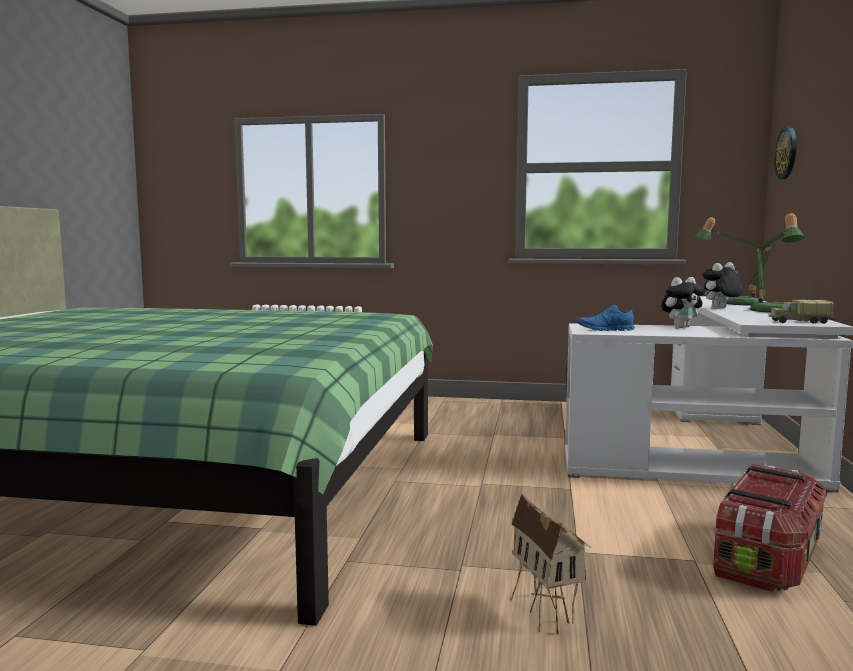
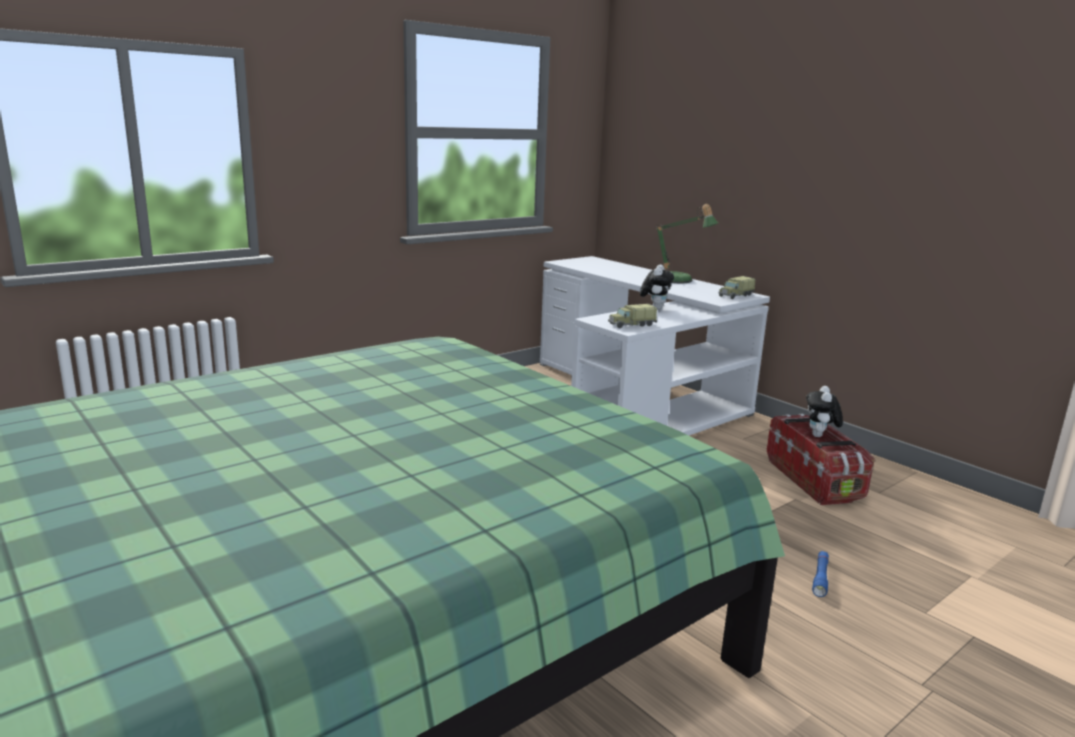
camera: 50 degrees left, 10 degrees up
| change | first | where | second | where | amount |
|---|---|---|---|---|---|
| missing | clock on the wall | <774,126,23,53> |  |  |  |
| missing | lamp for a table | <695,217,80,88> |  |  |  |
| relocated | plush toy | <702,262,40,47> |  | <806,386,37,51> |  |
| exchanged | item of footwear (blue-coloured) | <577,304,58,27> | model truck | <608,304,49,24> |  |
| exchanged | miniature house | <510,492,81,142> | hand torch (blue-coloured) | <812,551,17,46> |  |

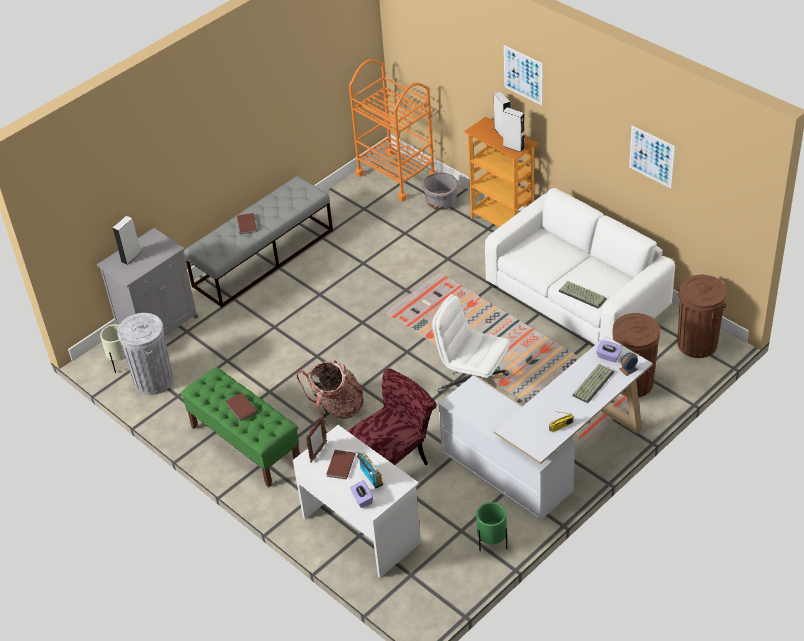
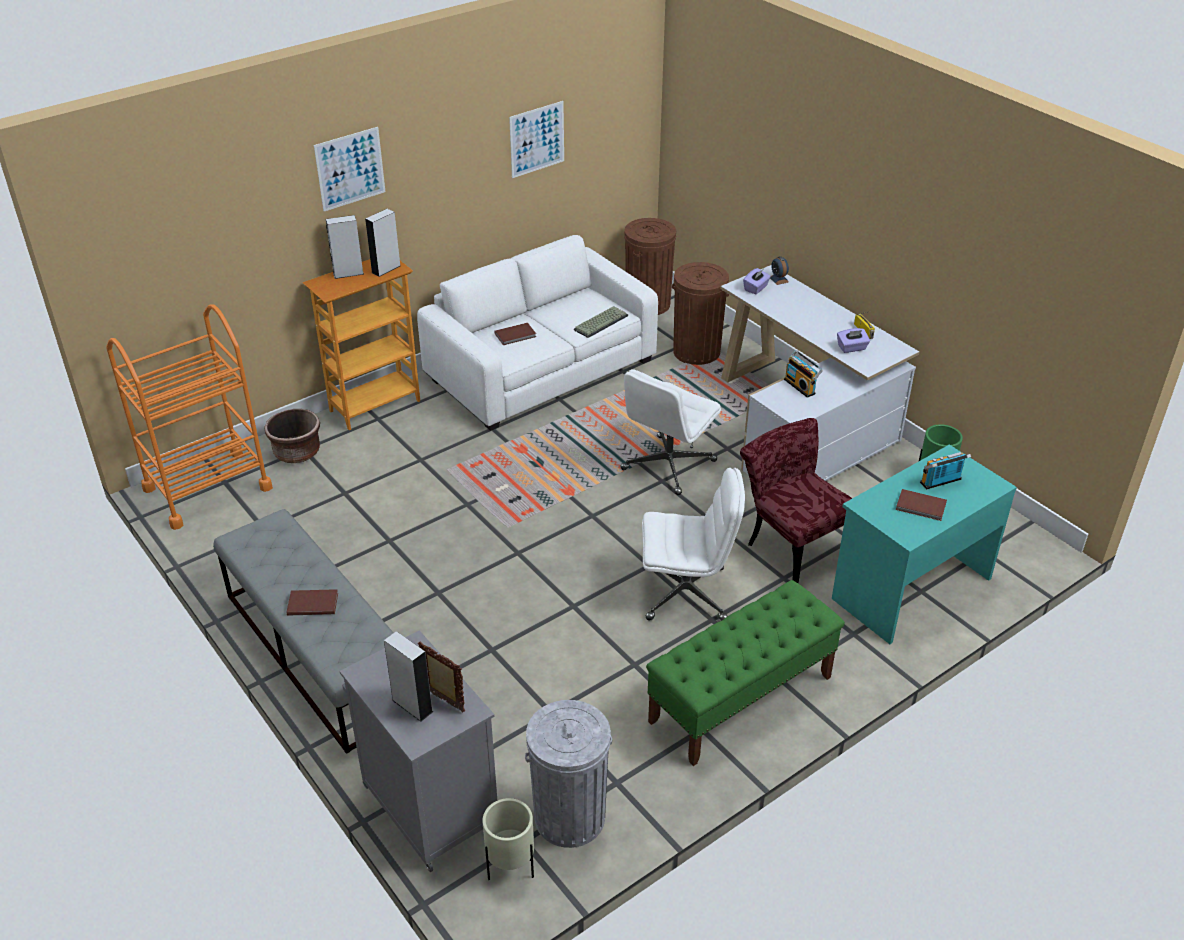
camera: 85 degrees left, 5 degrees down
| change | first | where | second | where | amount |
|---|---|---|---|---|---|
| colour | planter (gray) | <422,173,37,37> | planter (brown-coloured) | <264,409,56,54> |  |
| exchanged | rucksack | <297,360,67,66> | computer chair (white-coloured) | <642,468,103,153> |  |
| missing | PC keyboard | <572,364,42,39> |  |  |  |
| relocated | bound book (brown-coloured) | <226,393,32,28> |  | <494,323,42,22> |  |
| relocated | picture frame | <306,415,21,48> |  | <418,641,47,71> |  |
| colour | desk unit (white-coloured) | <292,425,129,153> | desk unit (turquoise) | <832,445,185,199> |  |
| relocated | box of tissues (purple-coloured) | <350,480,23,28> |  | <837,328,33,25> |  |
| appeared |  |  | radio set | <784,350,39,48> |  |

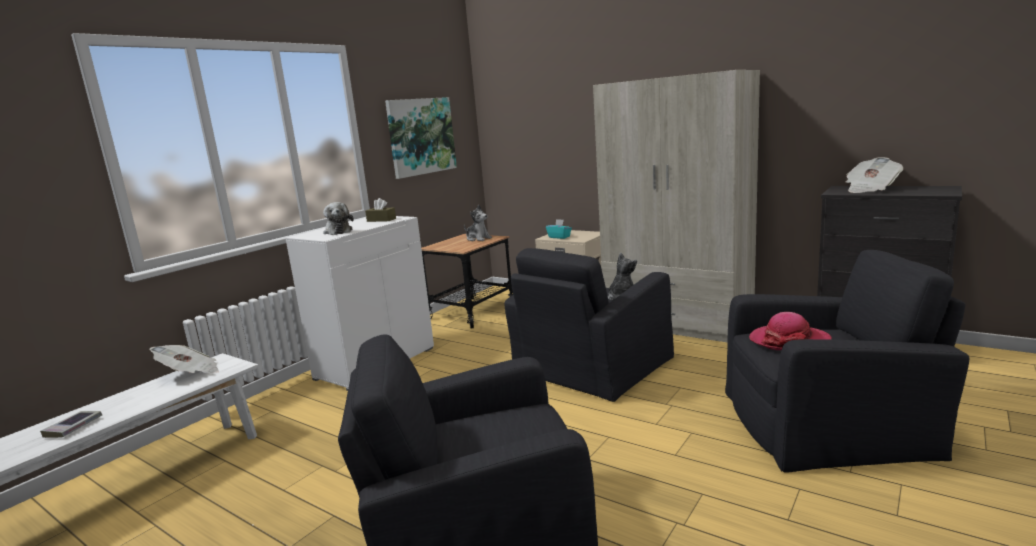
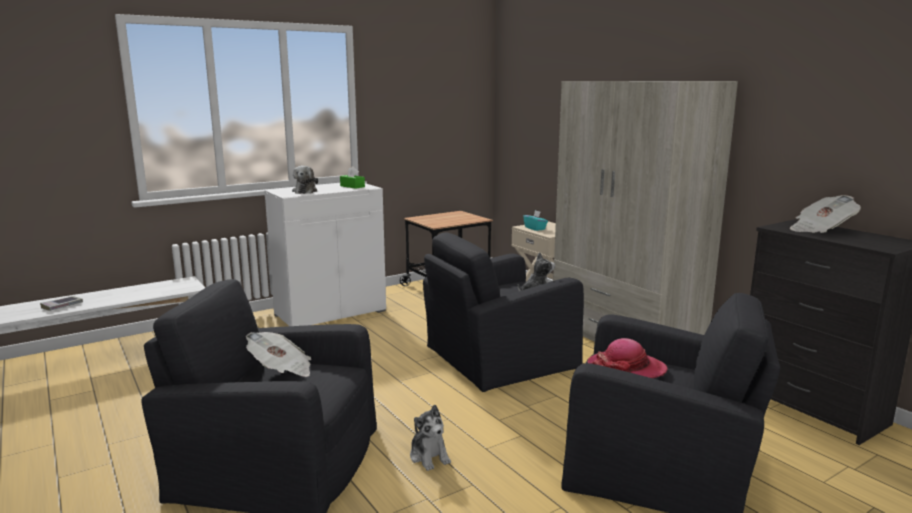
camera: 20 degrees right, 0 degrees up
| change | first | where | second | where | amount |
|---|---|---|---|---|---|
| missing | picture | <385,97,72,82> |  |  |  |
| colour | box of tissues (brown-coloured) | <365,198,31,24> | box of tissues (greenish) | <340,166,25,23> |  |
| relocated | plush toy | <464,205,28,36> |  | <410,405,41,66> |  |
| relocated | newspaper | <149,345,70,28> |  | <246,332,65,45> |  |

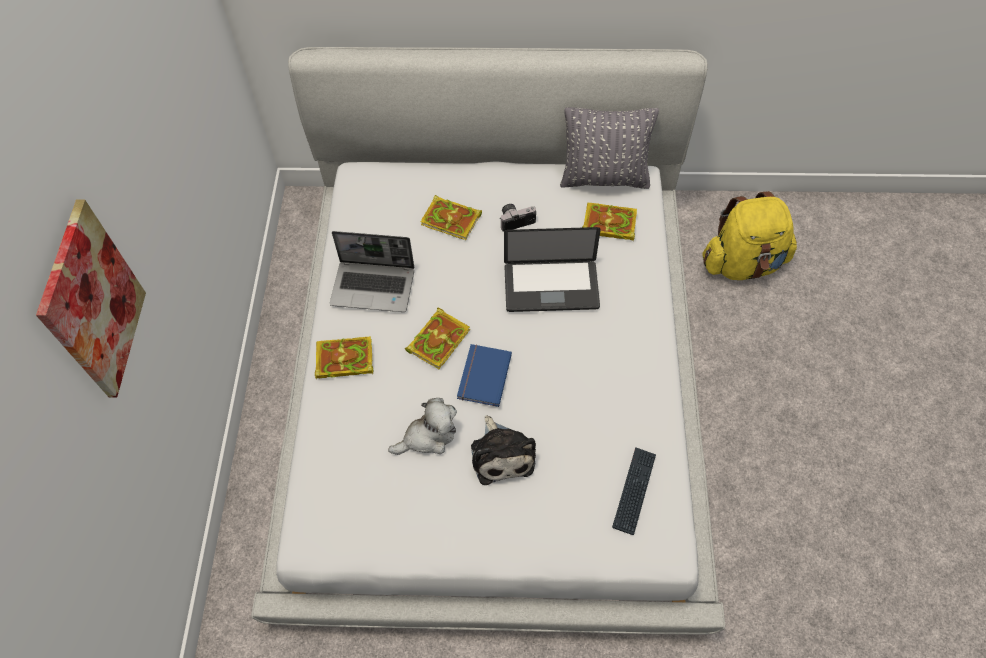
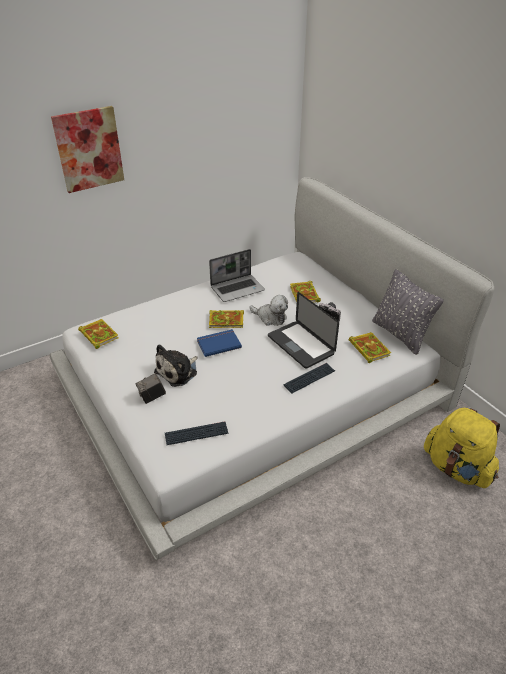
camera: 55 degrees right, 20 degrees down
| change | first | where | second | where | amount |
|---|---|---|---|---|---|
| spun | notebook computer | <330,231,85,81> |  | <209,249,56,53> | 90 degrees counterclockwise |
| relocated | bound book | <315,336,59,43> |  | <78,319,40,30> |  |
| relocated | plush toy | <388,398,69,57> |  | <249,295,39,31> |  |
| appeared |  |  | PC keyboard | <284,363,51,31> |  |
| appeared |  |  | photo camera | <136,373,30,31> |  |

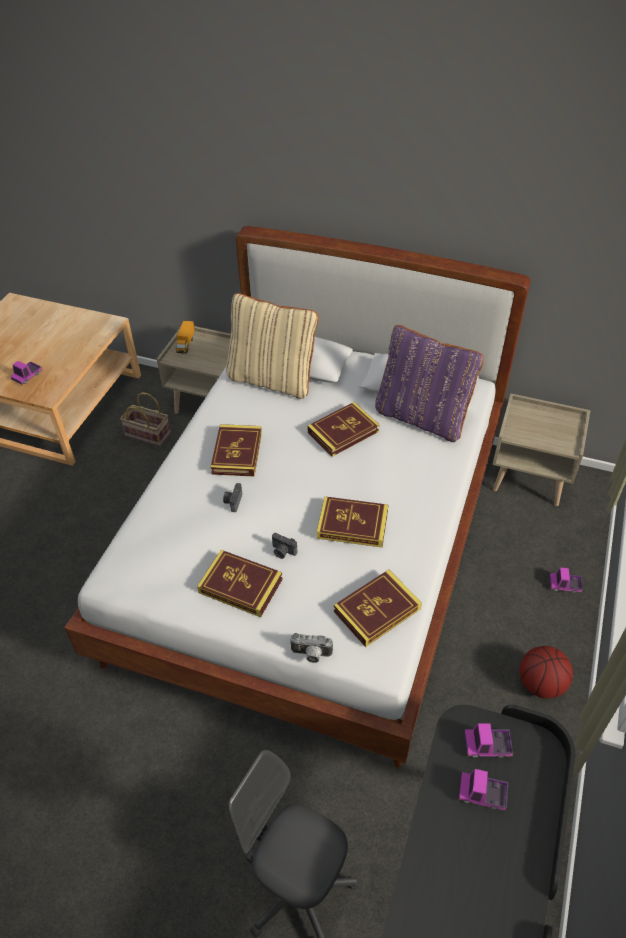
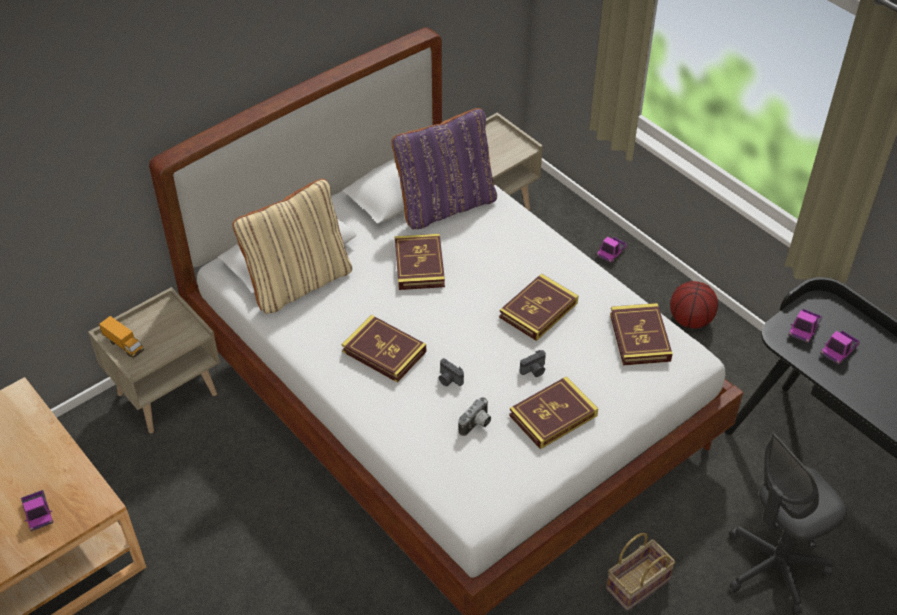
camera: 60 degrees left, 0 degrees up
| change | first | where | second | where | amount |
|---|---|---|---|---|---|
| relocated | basket | <120,392,51,54> |  | <606,533,70,78> |  |
| relocated | photo camera | <290,633,43,30> |  | <458,397,33,39> |  |

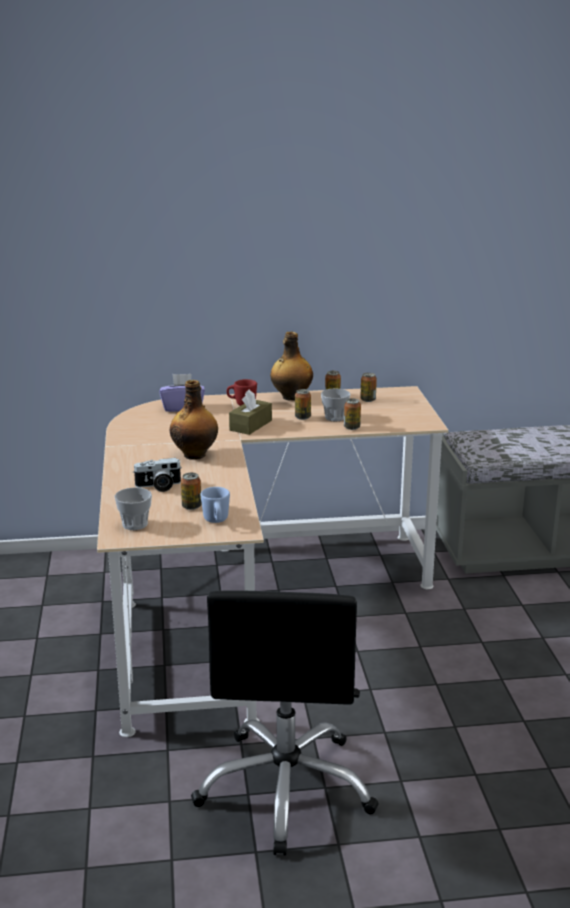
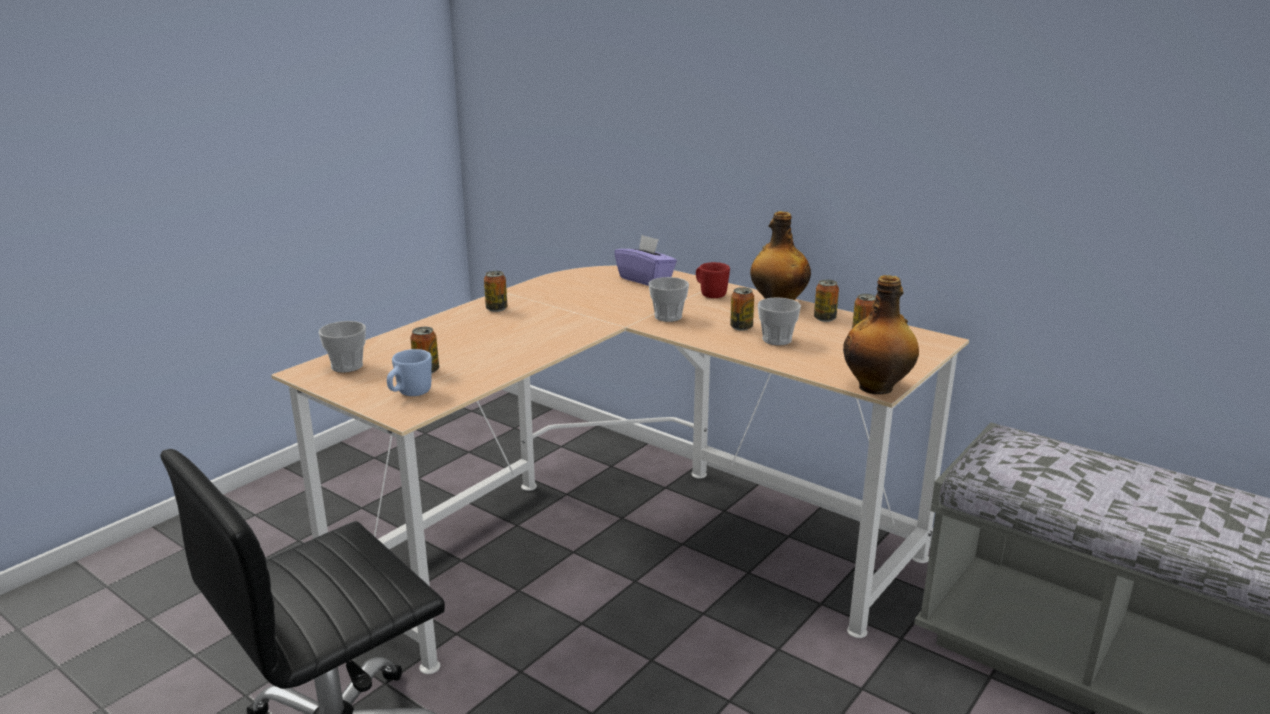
camera: 45 degrees right, 0 degrees up
| change | first | where | second | where | amount |
|---|---|---|---|---|---|
| relocated | bottle | <170,380,48,80> |  | <843,275,76,119> |  |
| exchanged | box of tissues (brown-coloured) | <229,389,43,46> | drinking cup | <649,277,40,45> |  |
| relocated | metal can | <344,398,17,32> |  | <484,271,23,41> |  |
| missing | photo camera | <133,458,49,34> |  |  |  |

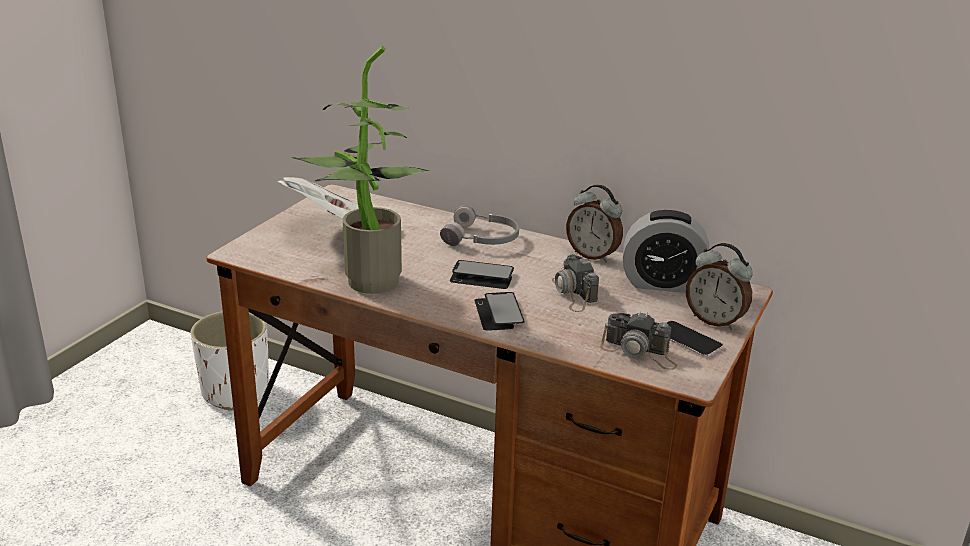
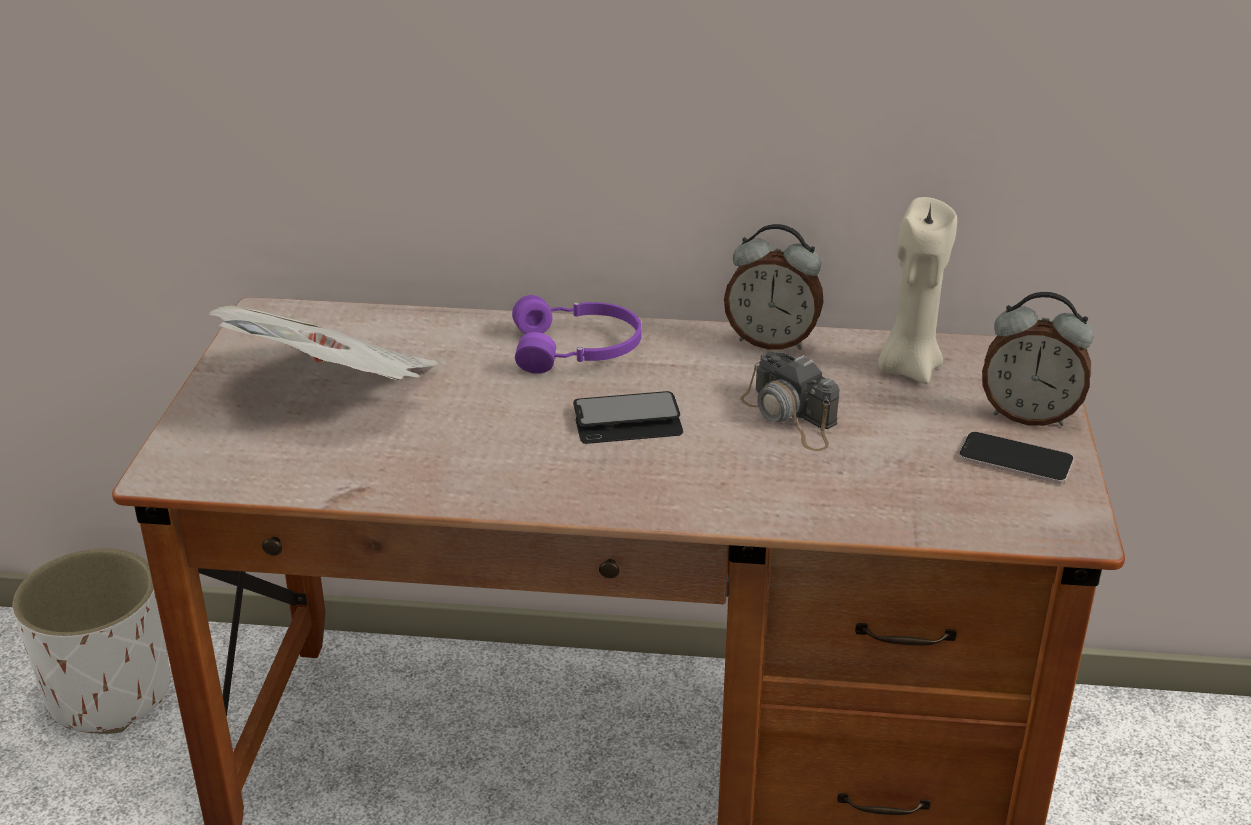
camera: 20 degrees left, 5 degrees up
| change | first | where | second | where | amount |
|---|---|---|---|---|---|
| missing | houseplant | <292,46,138,248> |  |  |  |
| colour | headphones (gray) | <440,205,79,41> | headphones (purple-coloured) | <512,295,130,79> |  |
| exchanged | bedside clock | <623,210,87,83> | candle (beige-coloured) | <878,197,79,187> |  |
| missing | telephone | <474,292,51,39> |  |  |  |
| missing | photo camera | <600,311,77,59> |  |  |  |

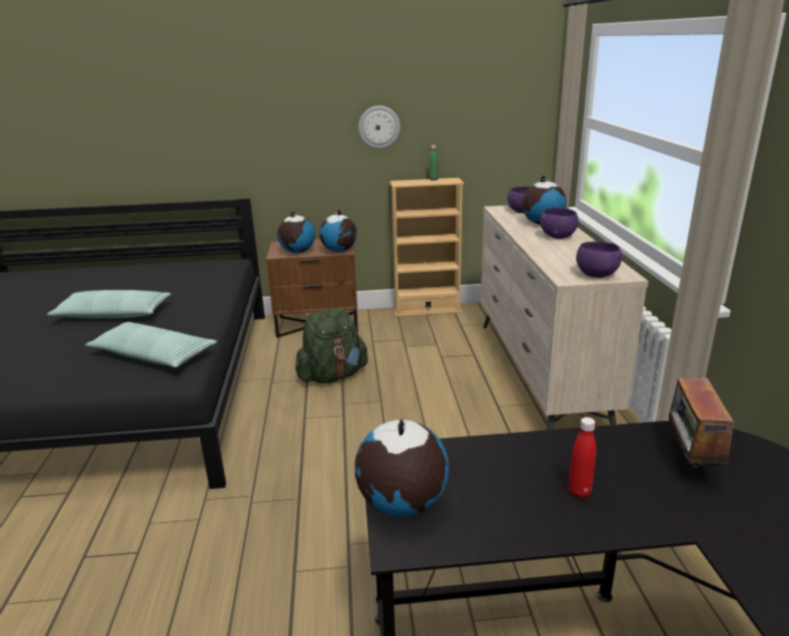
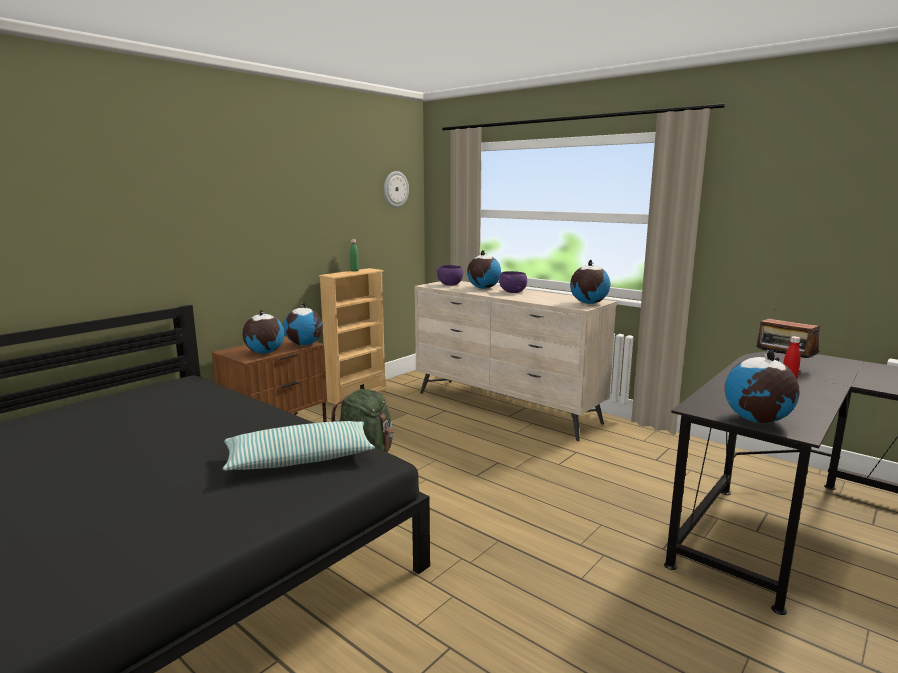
camera: 45 degrees left, 10 degrees down
| change | first | where | second | where | amount |
|---|---|---|---|---|---|
| relocated | clock on the wall | <358,106,42,43> |  | <384,171,25,36> |  |
| exchanged | deep dish (purple-coloured) | <576,241,46,37> | globe | <570,260,40,44> |  |
| missing | pillow | <47,290,124,29> |  |  |  |

